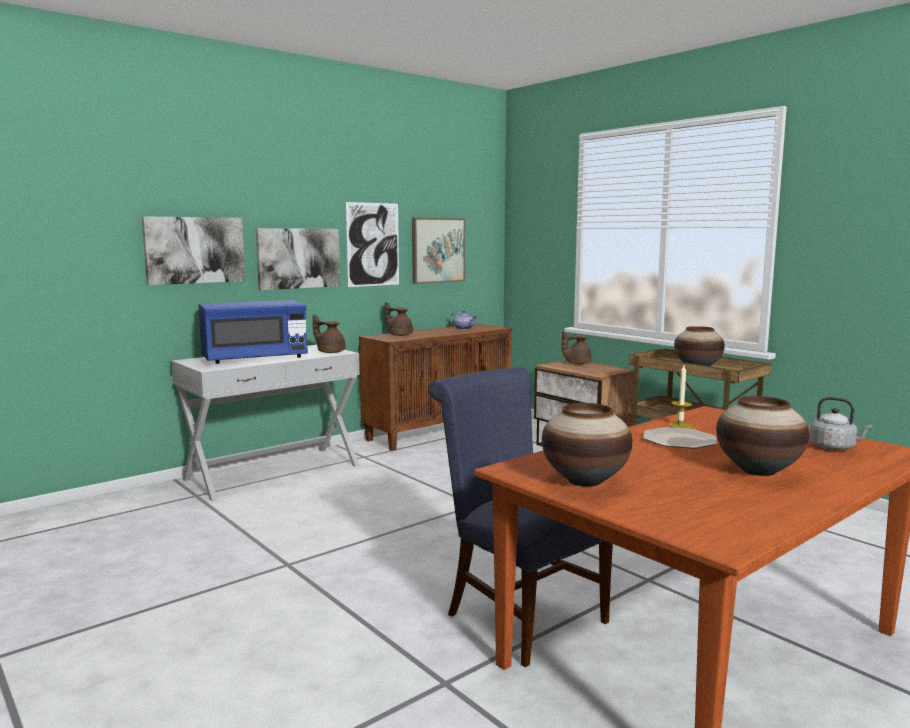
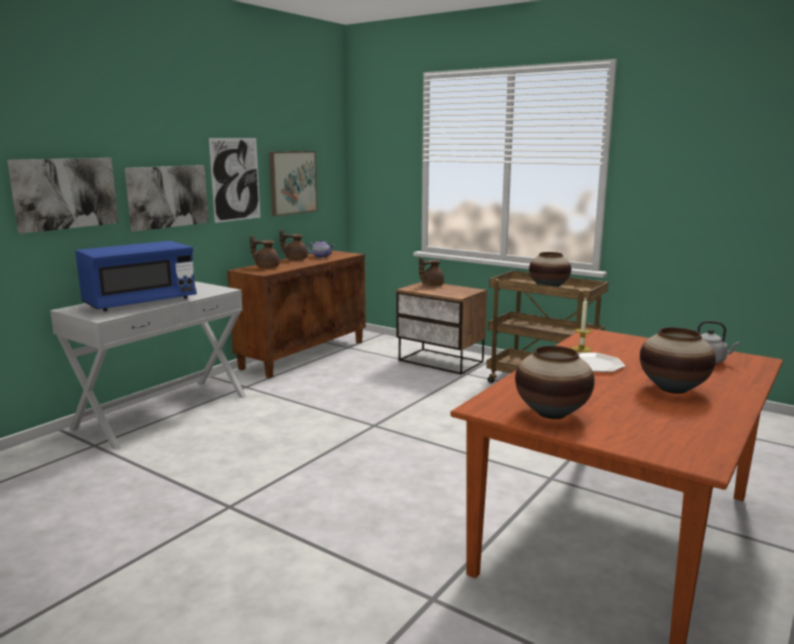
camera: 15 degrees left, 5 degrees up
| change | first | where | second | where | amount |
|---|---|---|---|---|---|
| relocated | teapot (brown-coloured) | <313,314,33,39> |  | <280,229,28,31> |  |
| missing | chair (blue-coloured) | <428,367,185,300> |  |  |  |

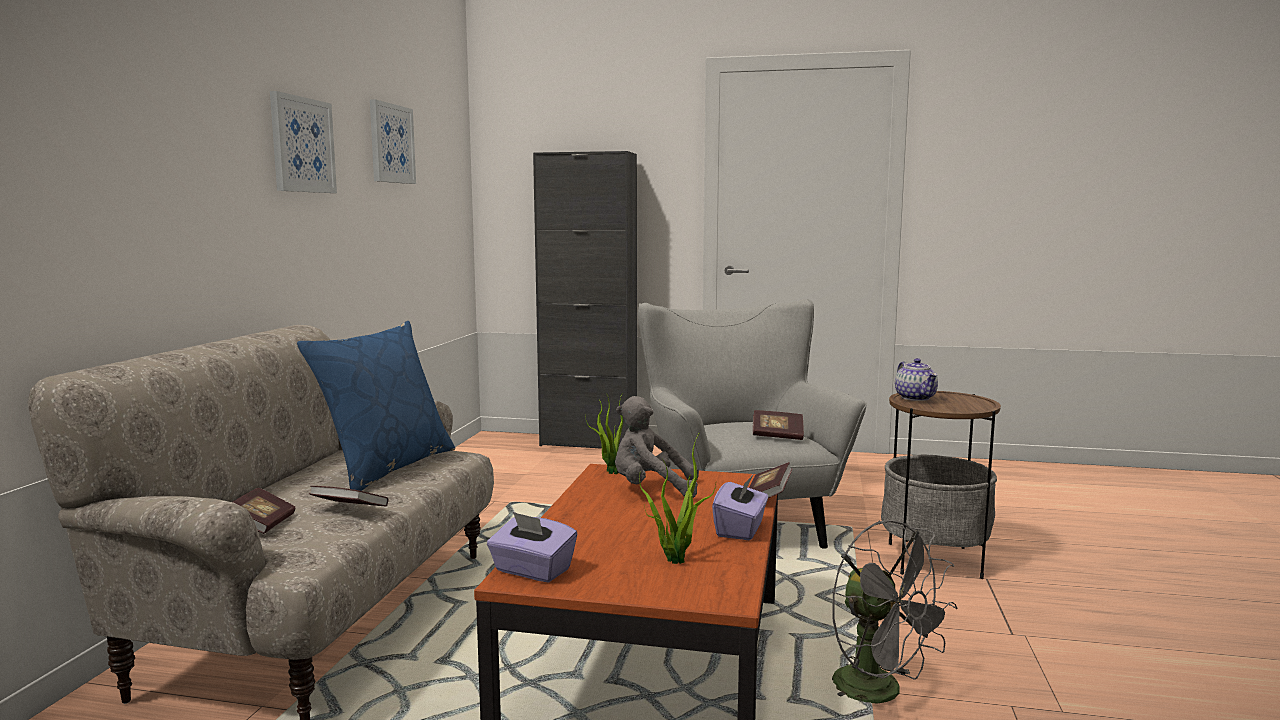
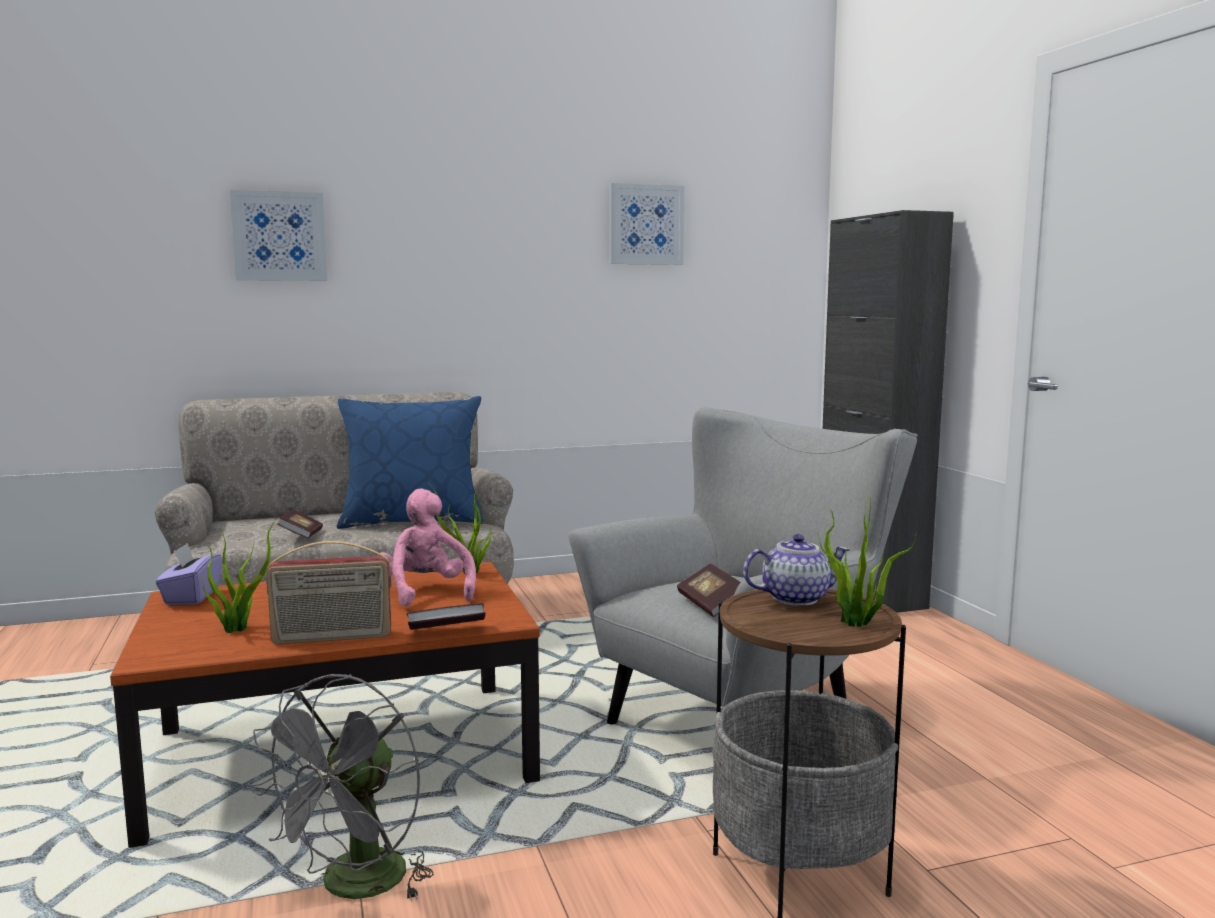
camera: 60 degrees right, 0 degrees up
| change | first | where | second | where | amount |
|---|---|---|---|---|---|
| relocated | picture | <270,91,67,102> |  | <230,190,97,91> |  |
| spun | teapot | <895,358,43,43> |  | <743,534,107,72> | 150 degrees counterclockwise |
| colour | plush toy (gray) | <615,396,84,102> | plush toy (pink-coloured) | <378,488,98,118> |  |
| exchanged | box of tissues (purple-coloured) | <712,475,56,65> | radio set | <266,541,125,103> |  |
| missing | bound book | <233,488,62,46> |  |  |  |
| appeared |  |  | houseplant | <818,497,99,130> |  |

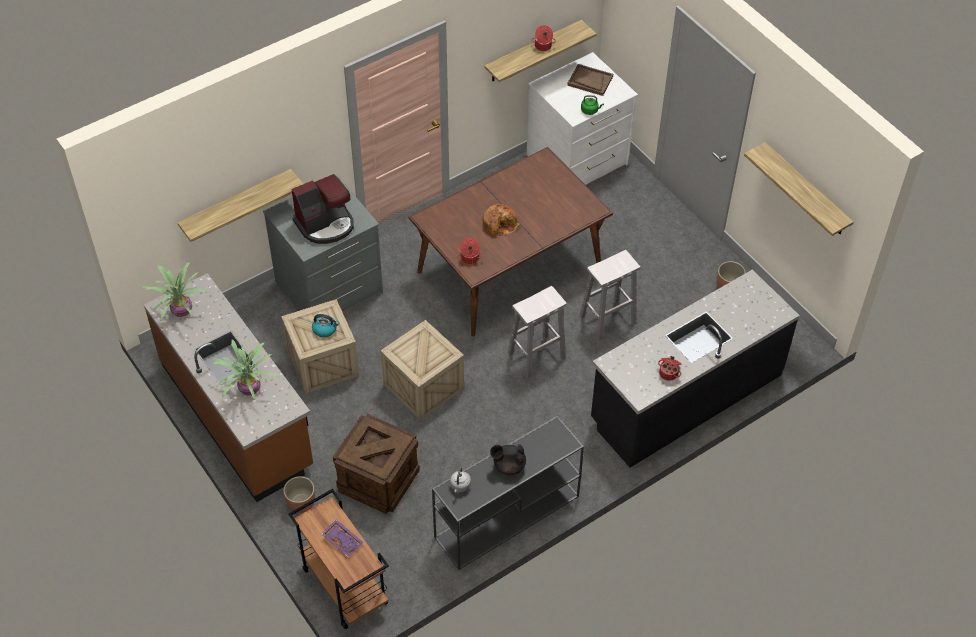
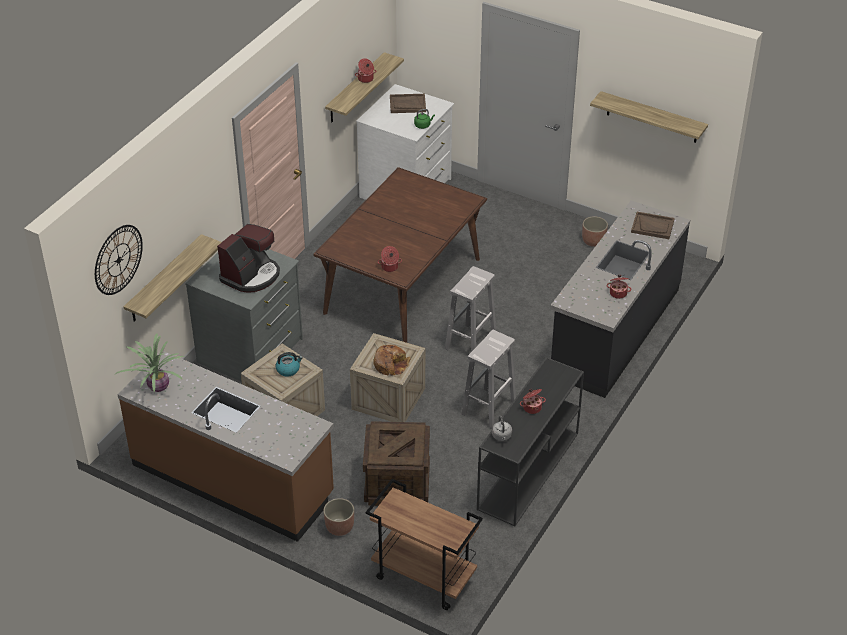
camera: 25 degrees left, 10 degrees down
| change | first | where | second | where | amount |
|---|---|---|---|---|---|
| relocated | bakery bread | <483,204,37,33> |  | <373,345,37,30> |  |
| relocated | sitting stool (white-coloured) | <580,250,60,91> |  | <462,330,54,99> |  |
| missing | houseplant | <211,339,67,61> |  |  |  |
| exchanged | teapot (black) | <490,444,36,31> | stockpot | <520,389,26,25> |  |
| missing | carrying tray (purple-coloured) | <322,519,41,39> |  |  |  |
| appeared |  |  | carrying tray (brown-coloured) | <631,212,44,27> |  |
| appeared |  |  | clock on the wall | <95,225,48,70> |  |

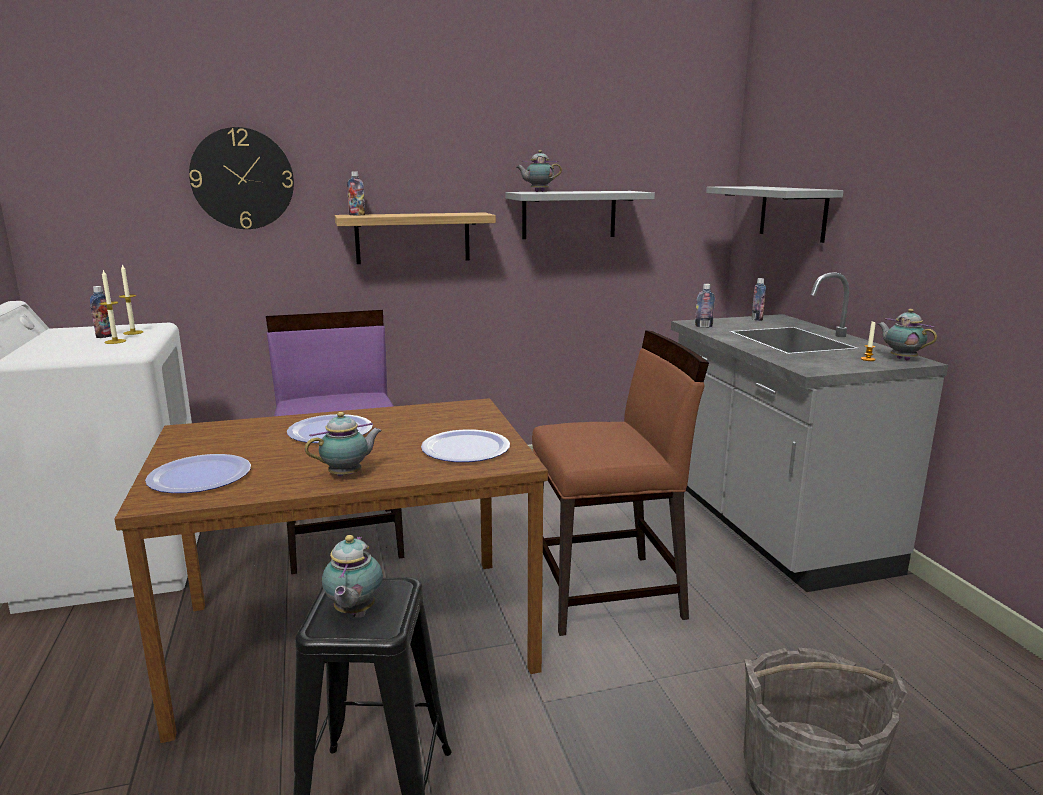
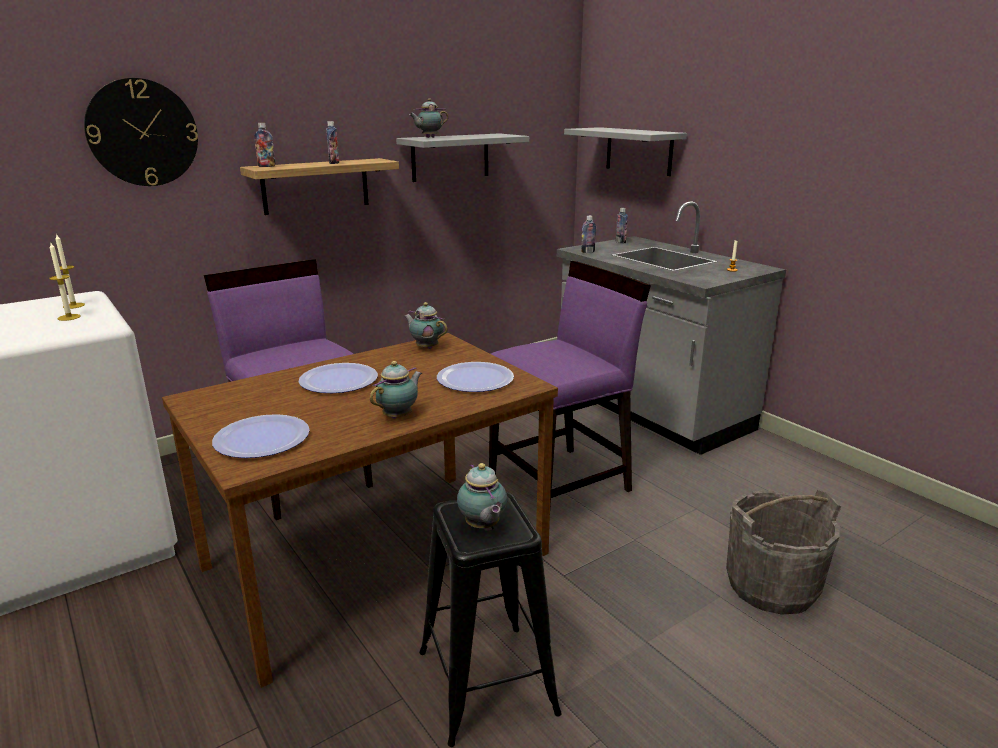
camera: 20 degrees left, 5 degrees up
| change | first | where | second | where | amount |
|---|---|---|---|---|---|
| relocated | bottle | <90,286,22,52> |  | <326,121,13,43> |  |
| relocated | teapot | <878,309,59,51> |  | <404,302,44,47> |  |
| colour | chair (brown-coloured) | <532,330,177,306> | chair (purple-coloured) | <489,261,162,244> |  |

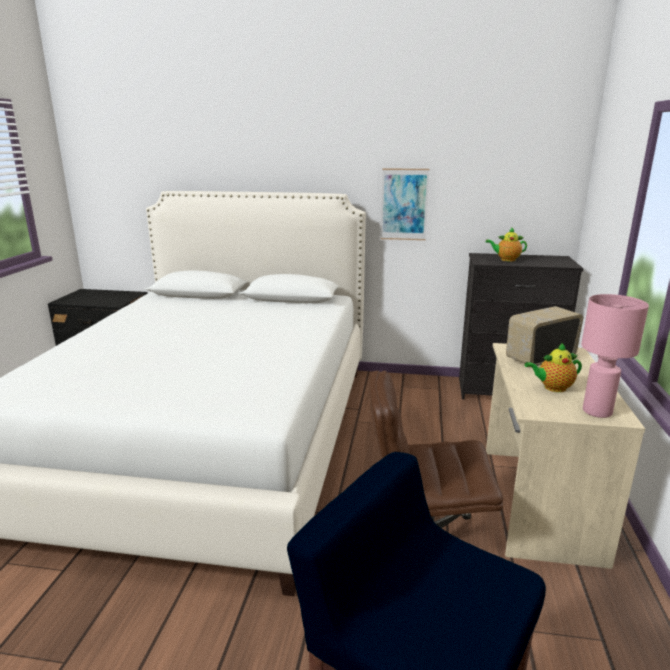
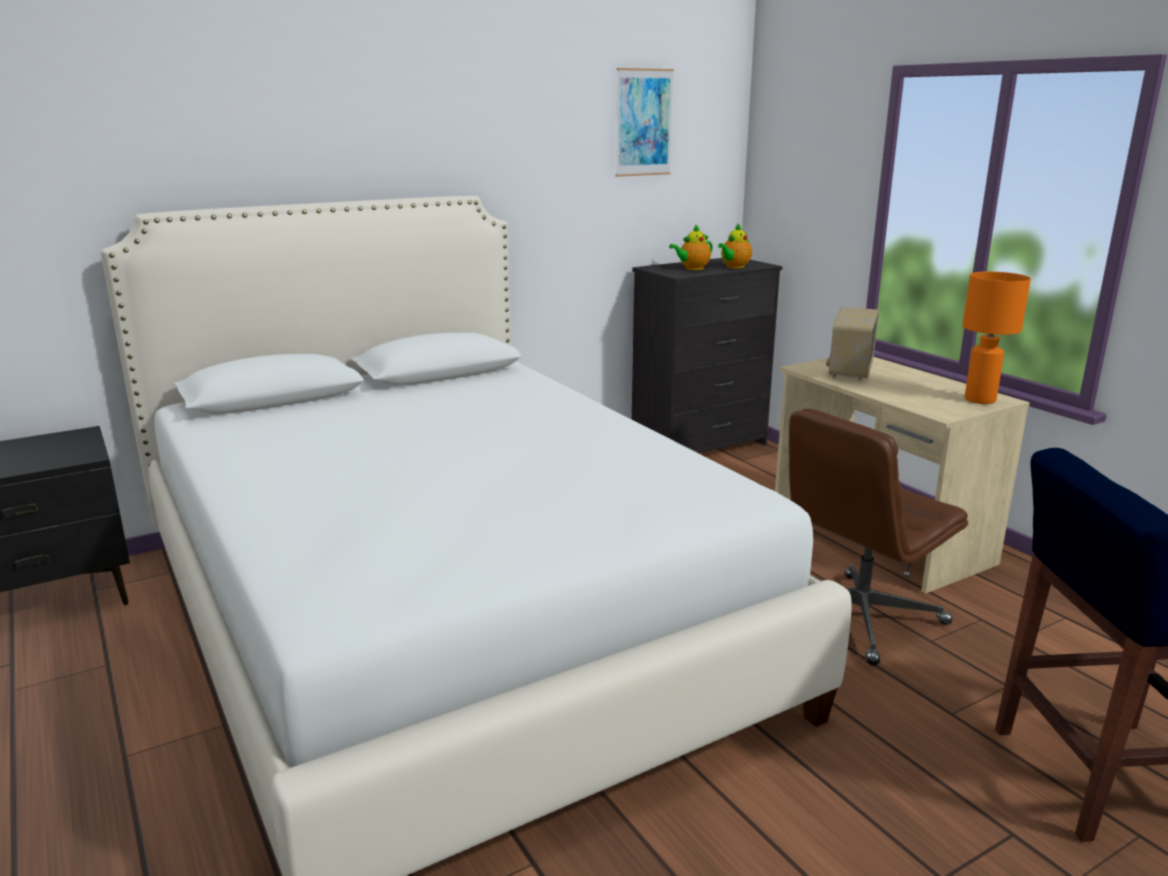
camera: 40 degrees left, 0 degrees up
| change | first | where | second | where | amount |
|---|---|---|---|---|---|
| relocated | picture | <380,168,50,72> |  | <616,68,58,109> |  |
| colour | lamp for a table (pink-coloured) | <581,294,68,124> | lamp for a table (orange-coloured) | <962,271,69,133> |  |
| relocated | teapot | <525,342,57,50> |  | <718,224,34,45> |  |

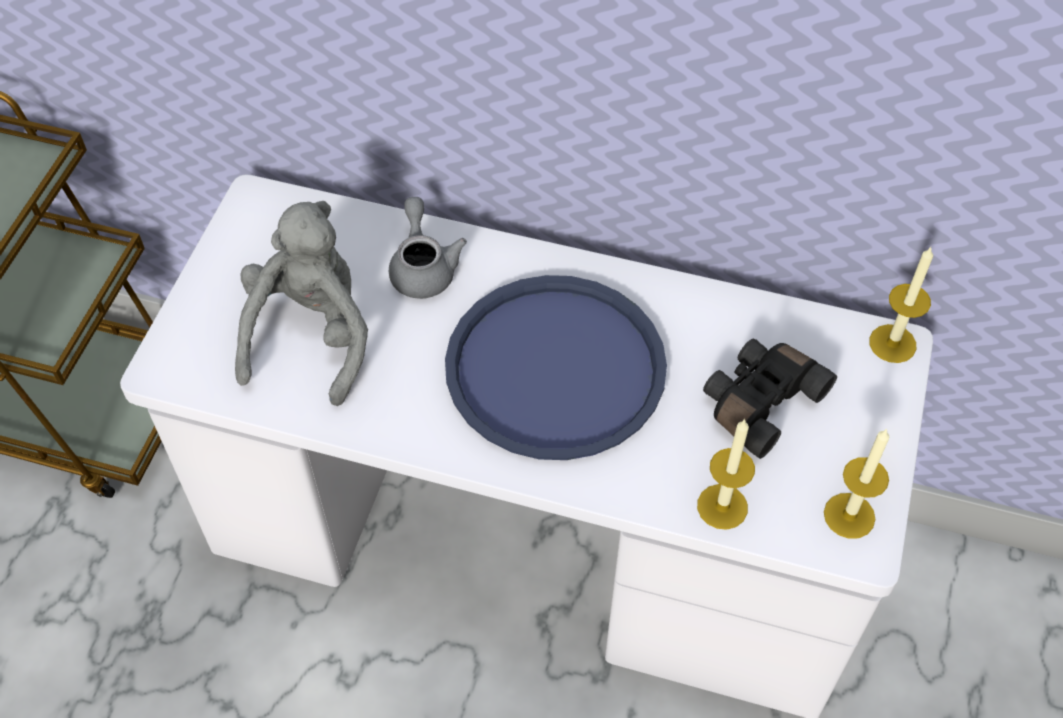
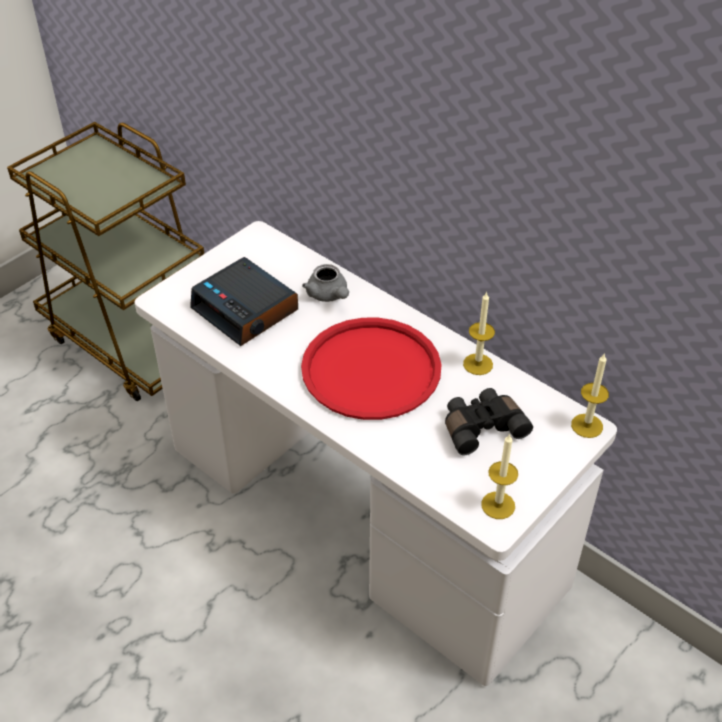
camera: 25 degrees right, 10 degrees down
| change | first | where | second | where | amount |
|---|---|---|---|---|---|
| spun | teapot (gray) | <389,197,78,102> |  | <302,264,47,38> | 135 degrees clockwise |
| exchanged | plush toy (gray) | <235,201,133,205> | bedside clock | <190,257,108,89> |  |
| colour | carrying tray (blue-coloured) | <445,275,222,185> | carrying tray (red-coloured) | <301,318,141,102> |  |
| relocated | candle | <697,419,58,111> |  | <463,291,32,84> |  |

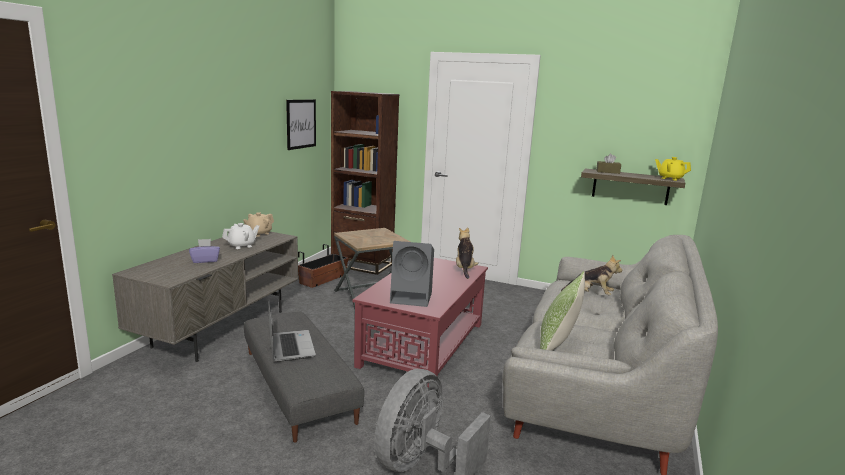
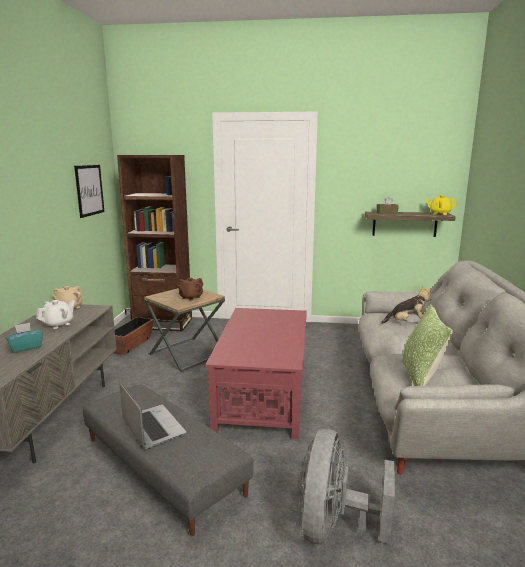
camera: 15 degrees left, 0 degrees up
| change | first | where | second | where | amount |
|---|---|---|---|---|---|
| missing | plush toy | <456,227,22,52> |  |  |  |
| colour | box of tissues (purple-coloured) | <189,239,31,24> | box of tissues (turquoise) | <6,323,37,30> |  |
| missing | loudspeaker (gray) | <390,241,44,66> |  |  |  |
| appeared |  |  | teapot (brown-coloured) | <178,278,25,23> |  |

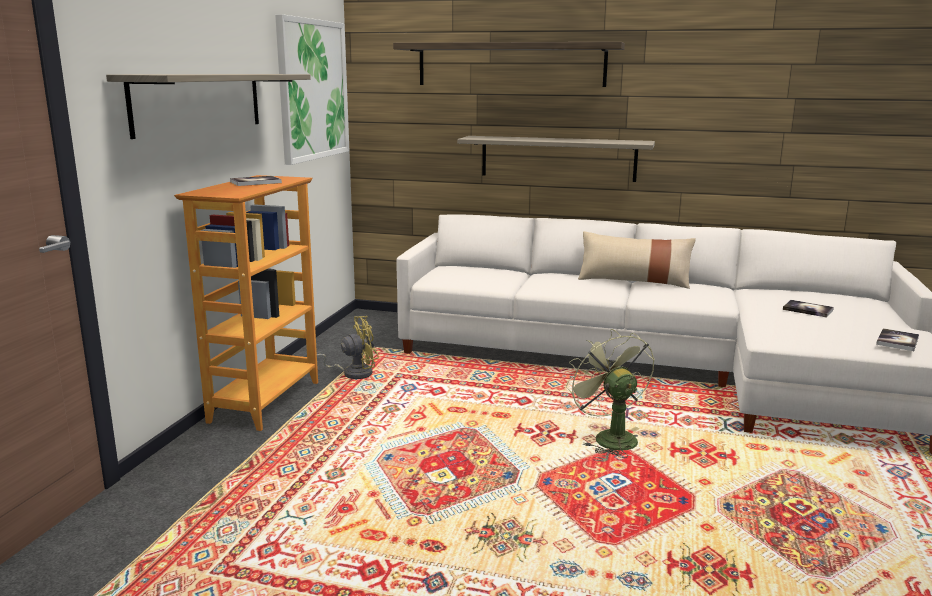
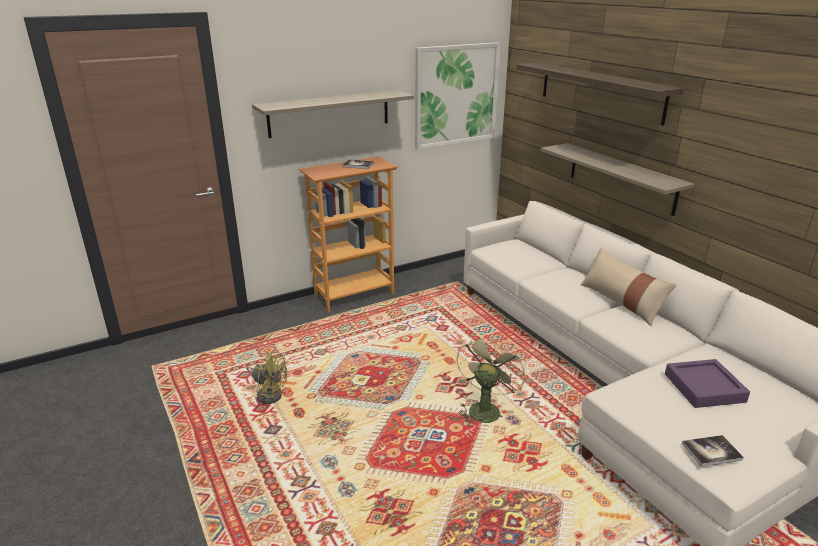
camera: 45 degrees right, 10 degrees up
| change | first | where | second | where | amount |
|---|---|---|---|---|---|
| exchanged | bound book | <783,300,51,18> | carrying tray (purple-coloured) | <665,359,85,49> |  |
| relocated | fan (yellow-coloured) | <317,316,62,63> |  | <246,351,41,53> |  |

